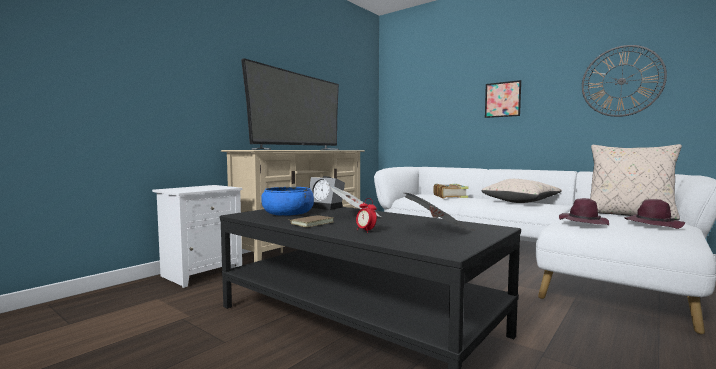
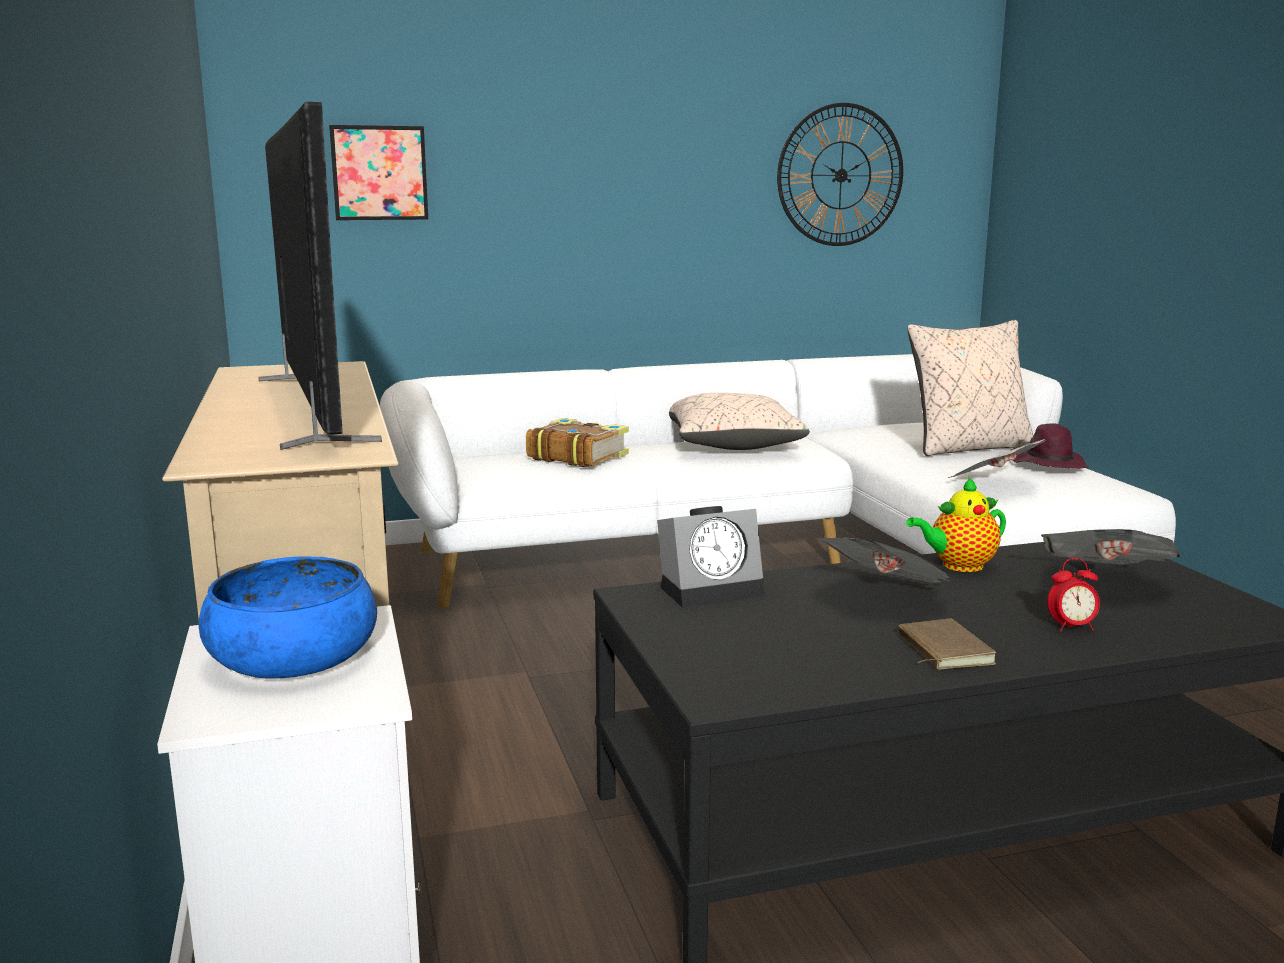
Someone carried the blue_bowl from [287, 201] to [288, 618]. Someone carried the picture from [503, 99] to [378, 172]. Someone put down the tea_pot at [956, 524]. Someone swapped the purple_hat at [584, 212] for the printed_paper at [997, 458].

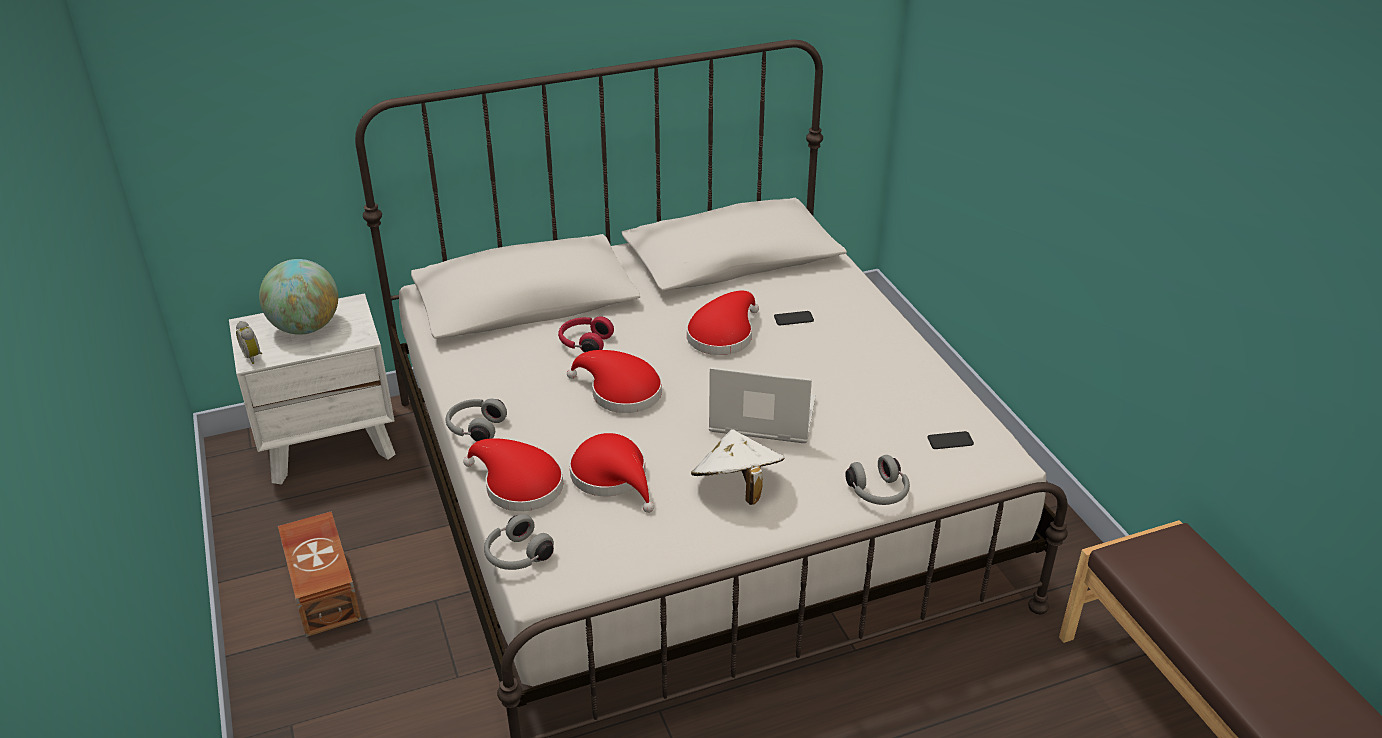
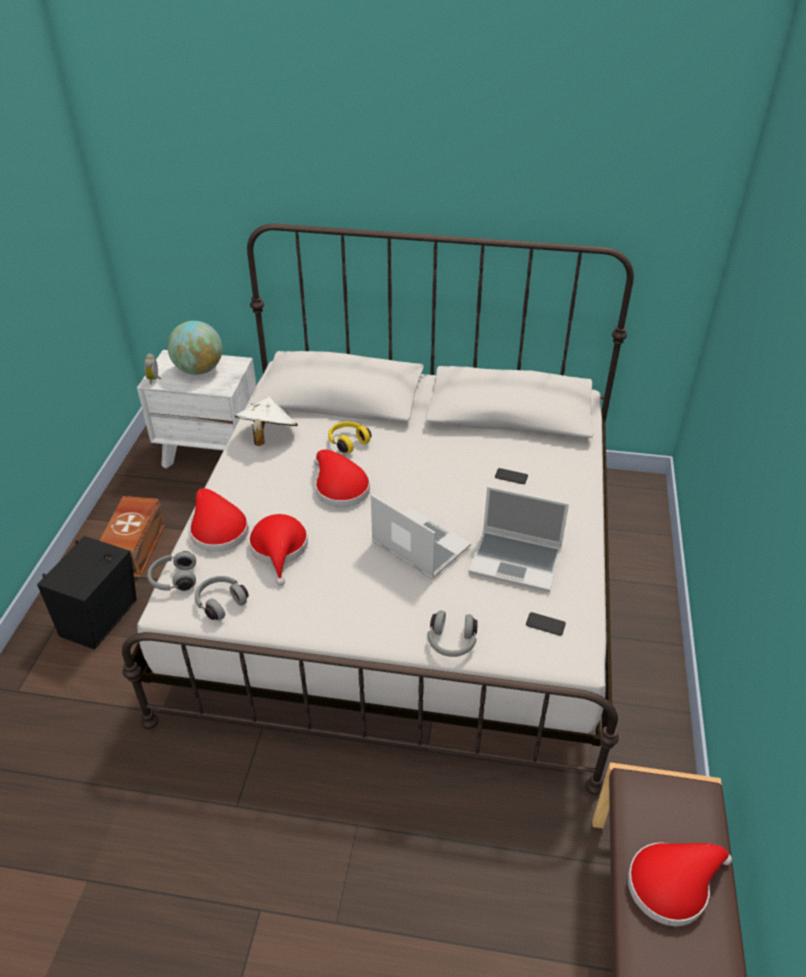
Someone put down the blackish_loudspeaker at [87, 593]. Someone carried the gray_headphones from [476, 420] to [222, 598]. Someone carried the white-coloured_hat from [737, 467] to [266, 421]. Someone repainted the reddish_headphones at [586, 334], which became the yellow_headphones at [349, 438]. Someone put down the laptop at [519, 539]. Someone carried the reddish_hat from [723, 322] to [680, 884].

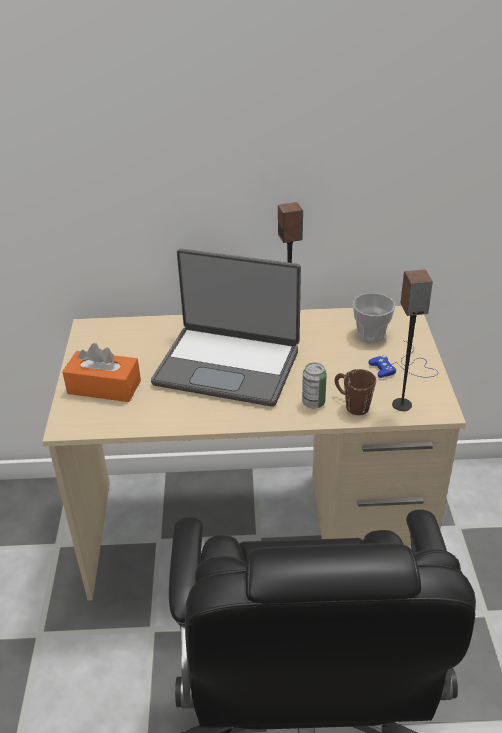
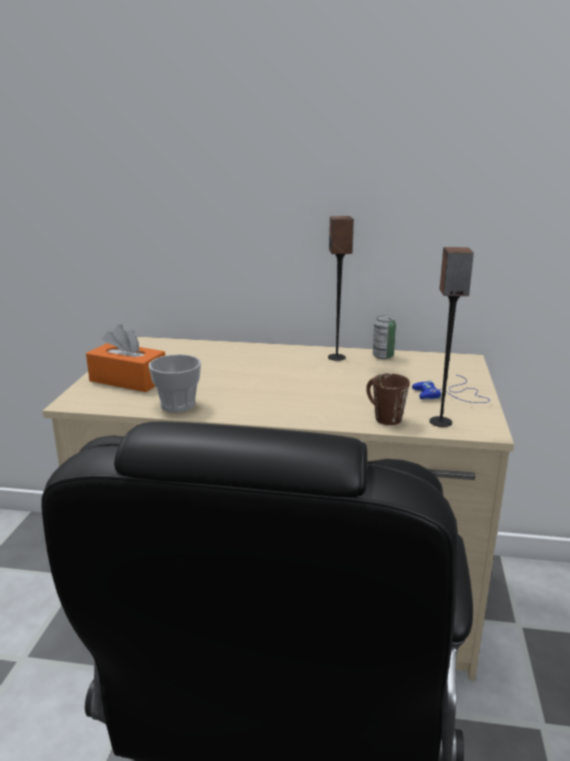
Someone carried the cup from [374, 318] to [175, 383]. Someone carried the metal_can from [314, 385] to [384, 337]. Someone took away the laptop at [226, 328].

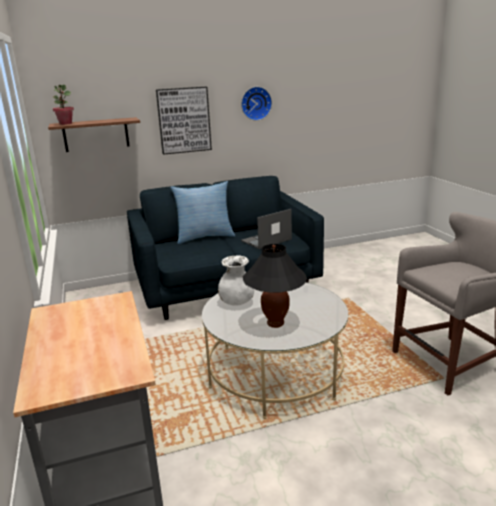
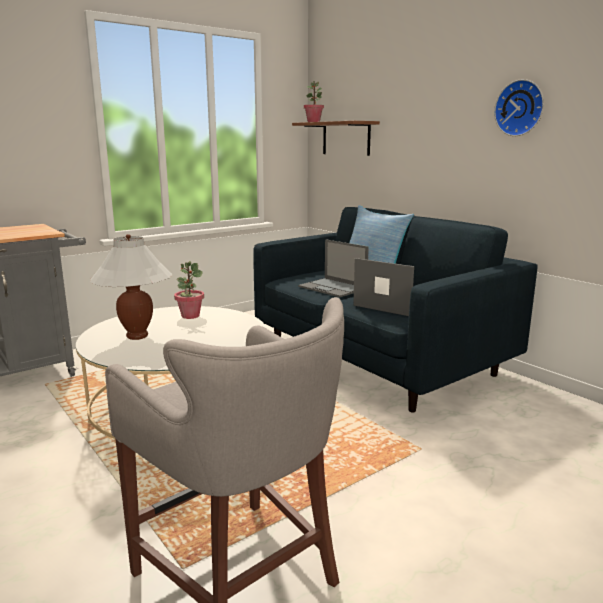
Someone repainted the blackish_tabletop_lamp at [275, 286], which became the white-coloured_tabletop_lamp at [131, 287]. Someone swapped the white-coloured_vase at [236, 280] for the potted_plant at [189, 290]. Someone put down the laptop at [333, 268]. Someone took away the picture at [184, 121].

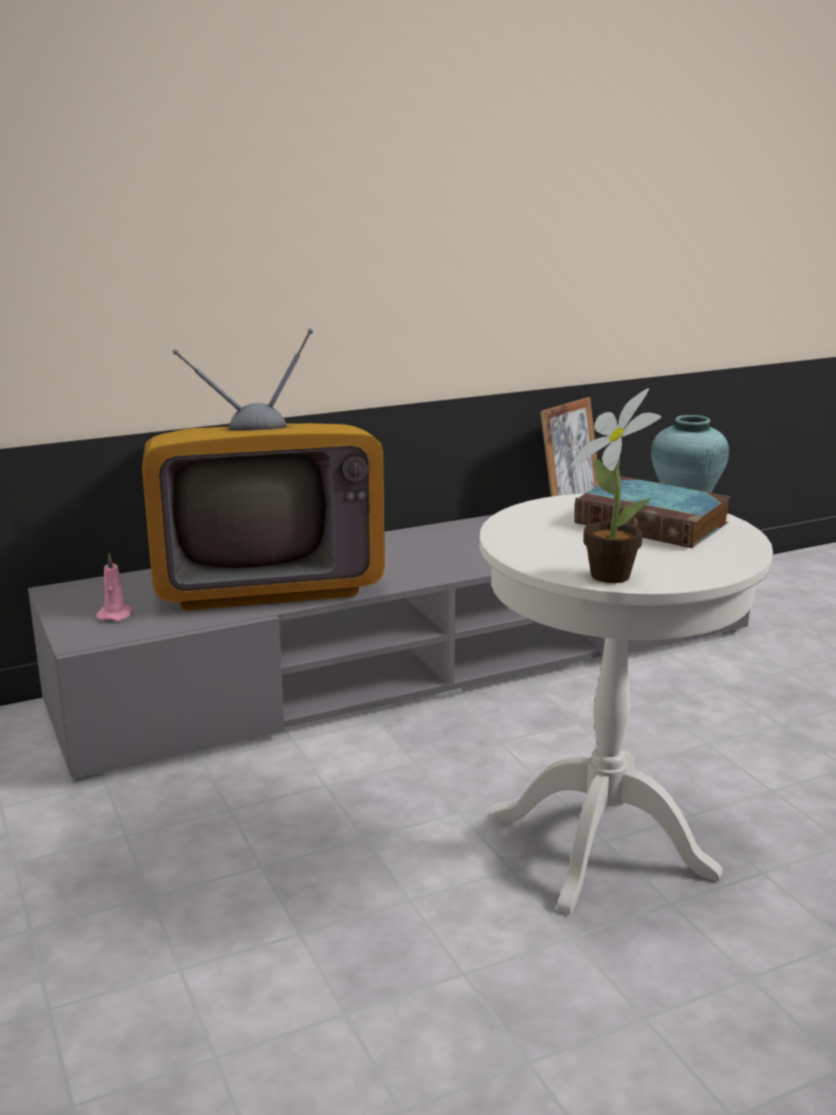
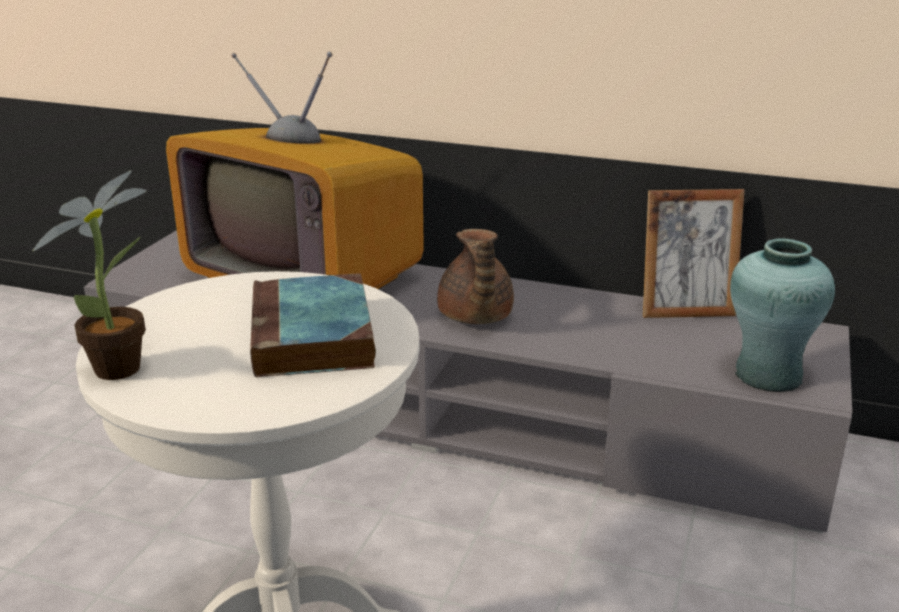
Someone put down the brown-coloured_tea_pot at [475, 276]. Someone took away the pink_wax_light at [114, 587].

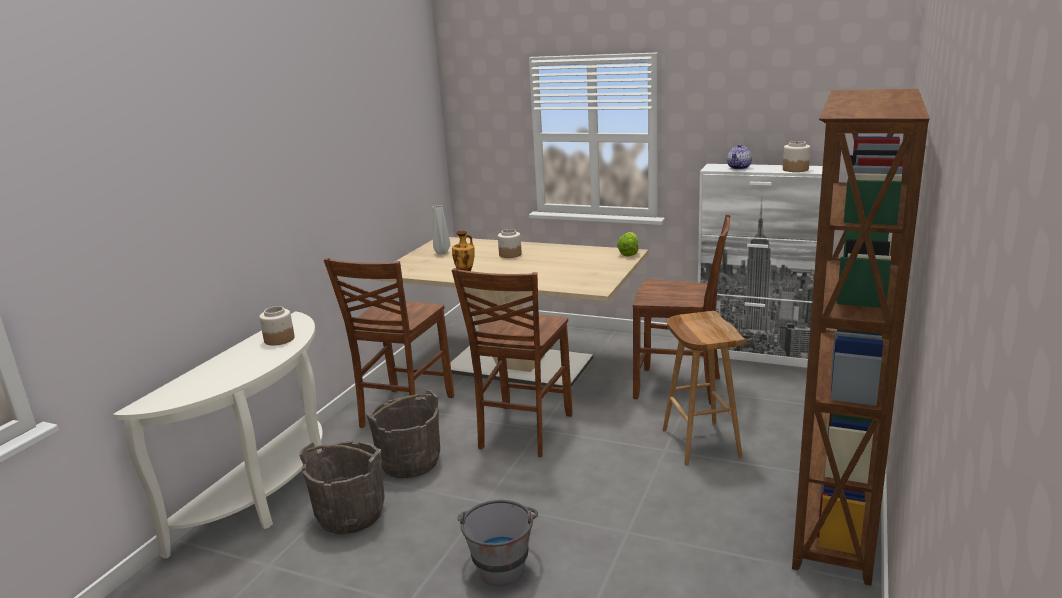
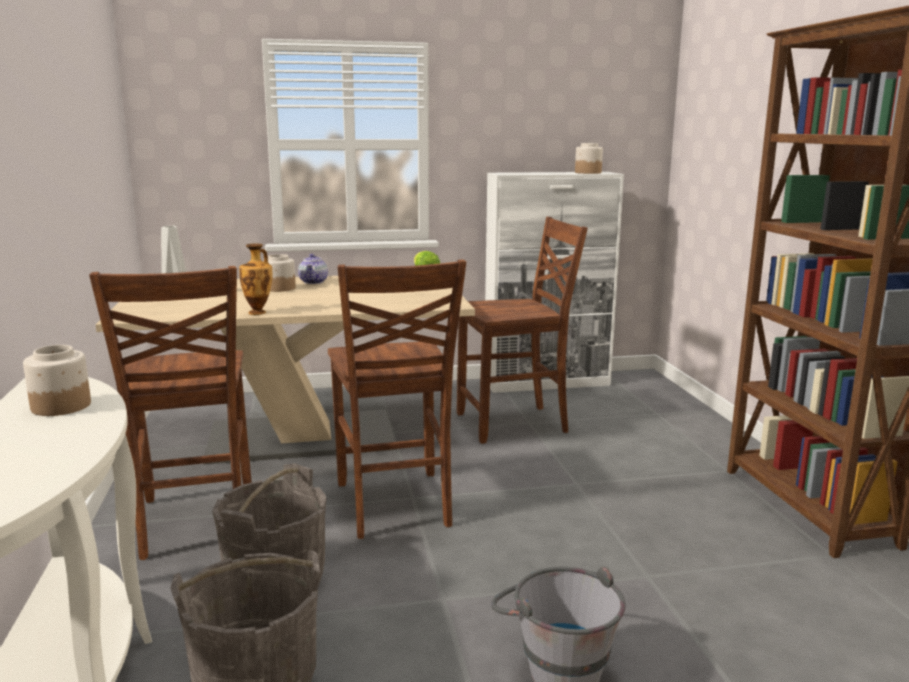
Someone carried the tea_pot from [739, 156] to [313, 269]. Someone took away the brown-coloured_sitting_stool at [705, 388].

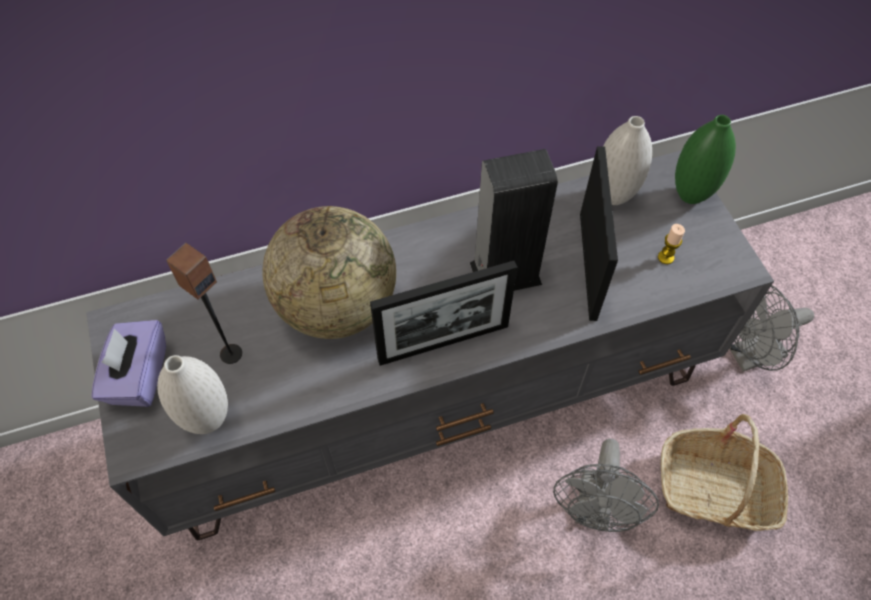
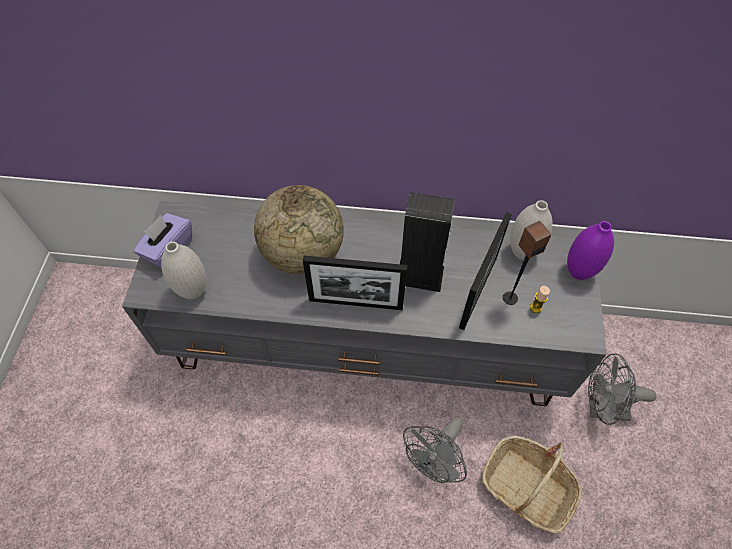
Someone carried the loudspeaker from [204, 303] to [527, 263]. Someone repainted the green_vase at [705, 159], which became the purple_vase at [590, 250].

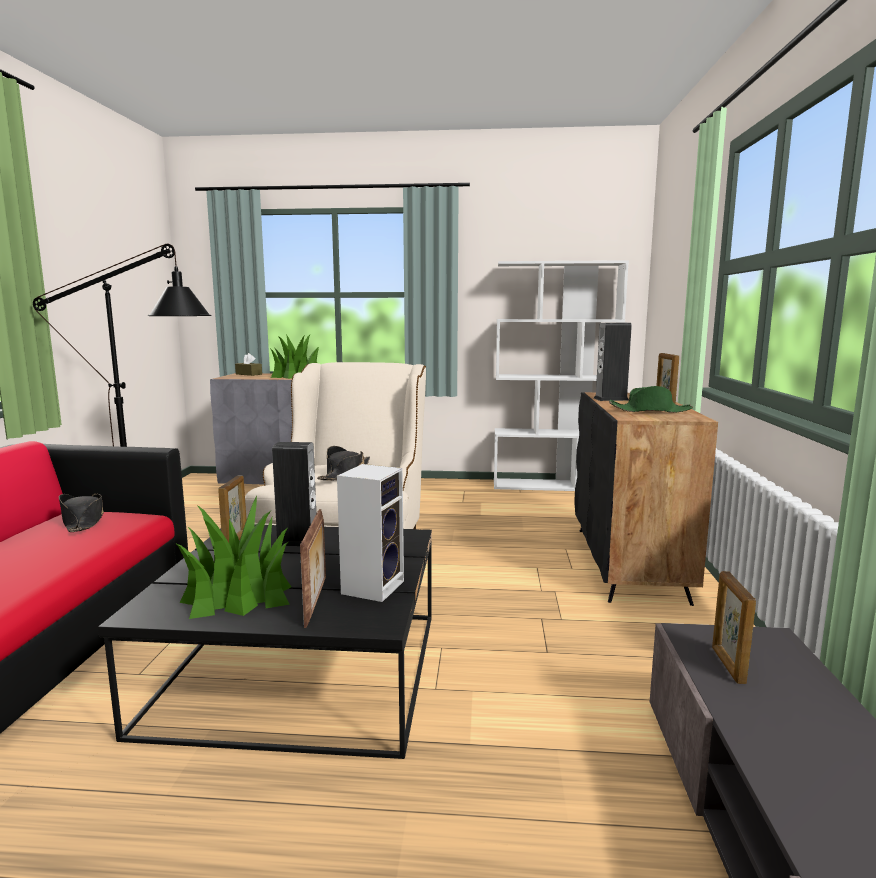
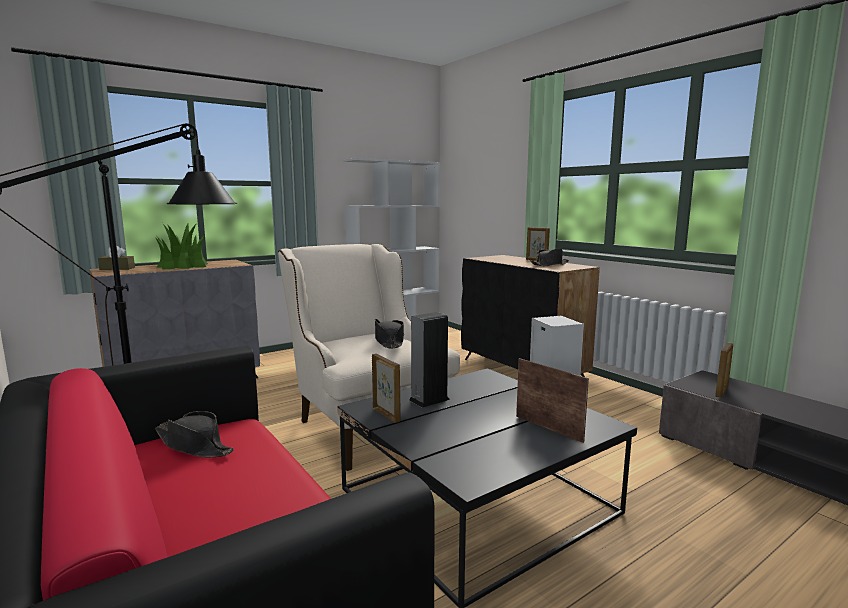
Someone repainted the green_hat at [651, 399], which became the blackish_hat at [549, 257]. Someone rotated the picture_frame at [734, 627] by 105 degrees counterclockwise. Someone took away the potted_plant at [233, 557]. Someone took away the loudspeaker at [613, 362].

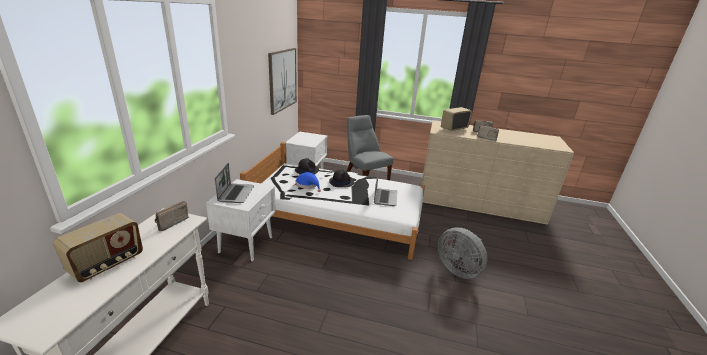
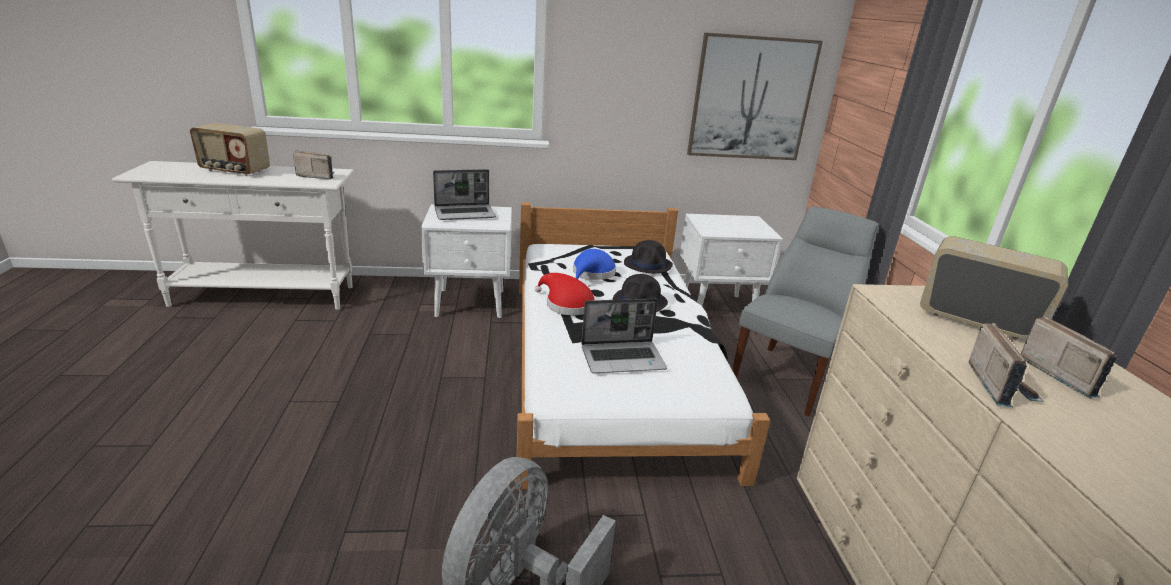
Someone put down the reddish_hat at [565, 294].

